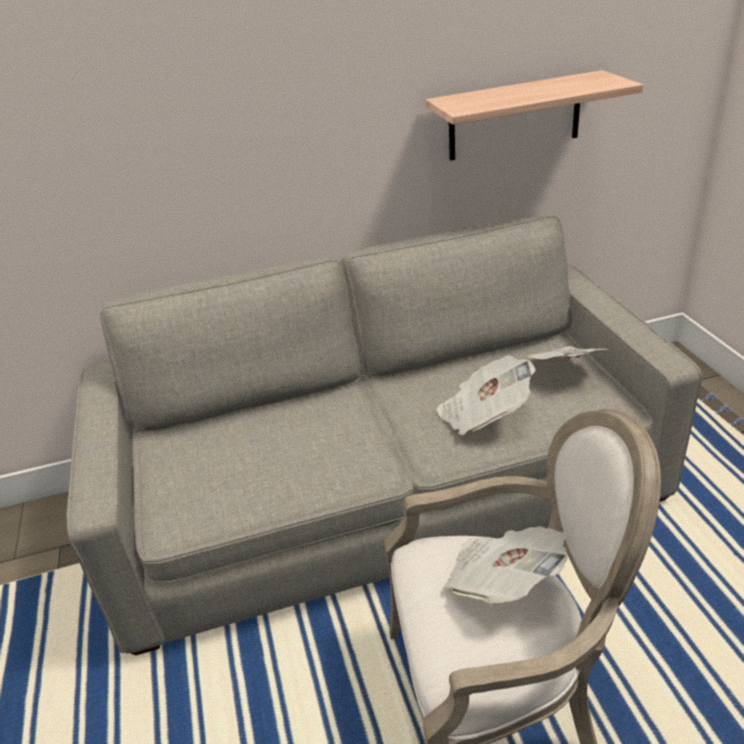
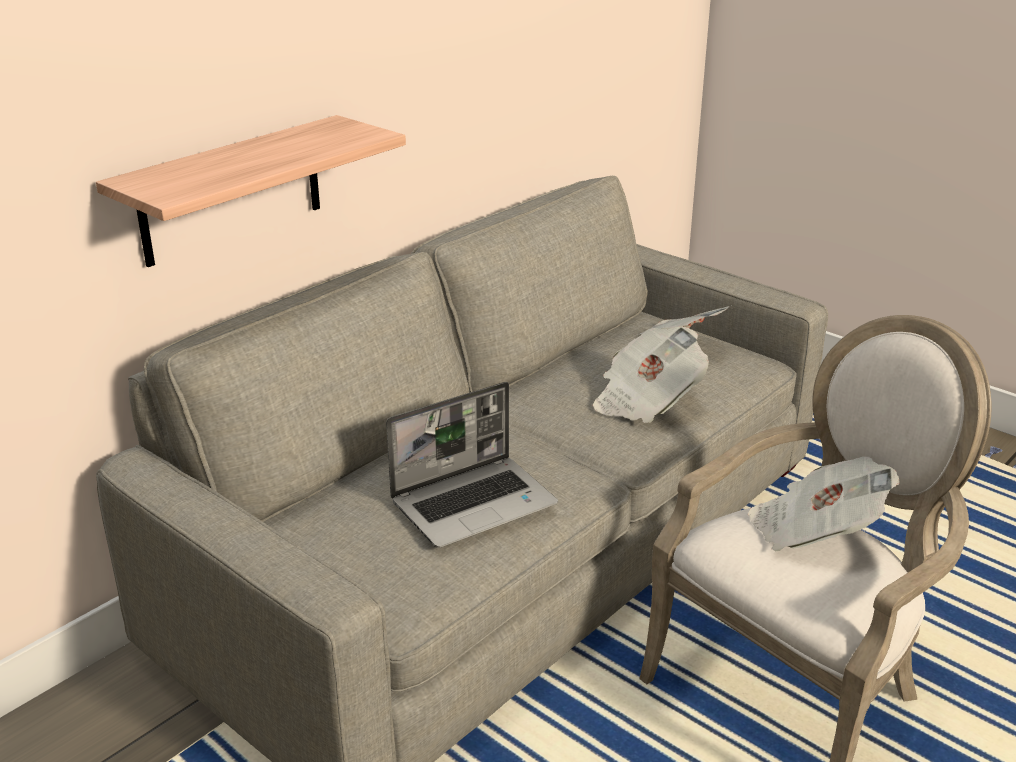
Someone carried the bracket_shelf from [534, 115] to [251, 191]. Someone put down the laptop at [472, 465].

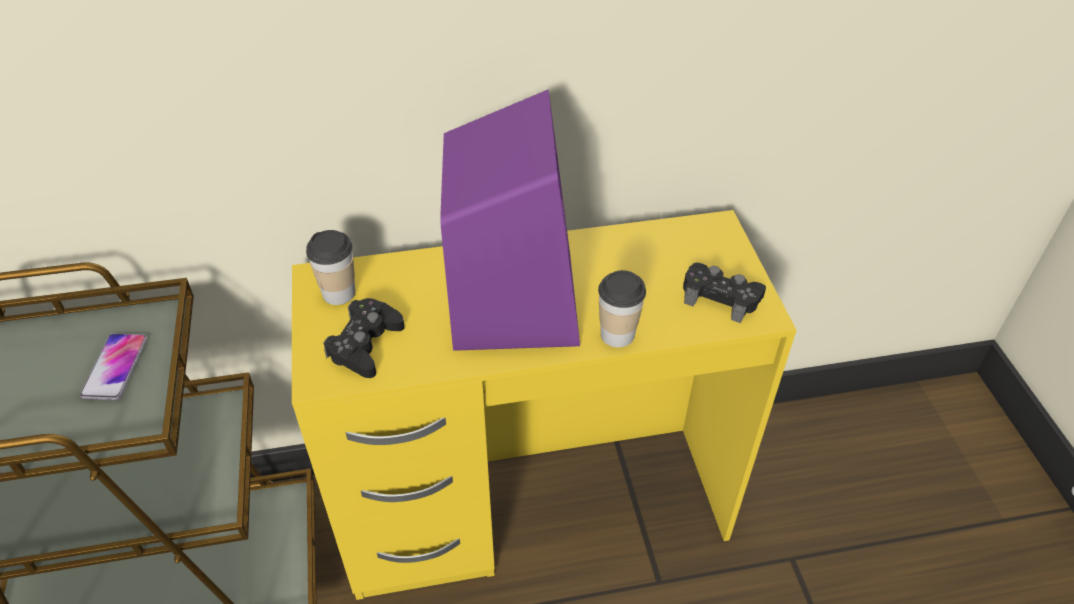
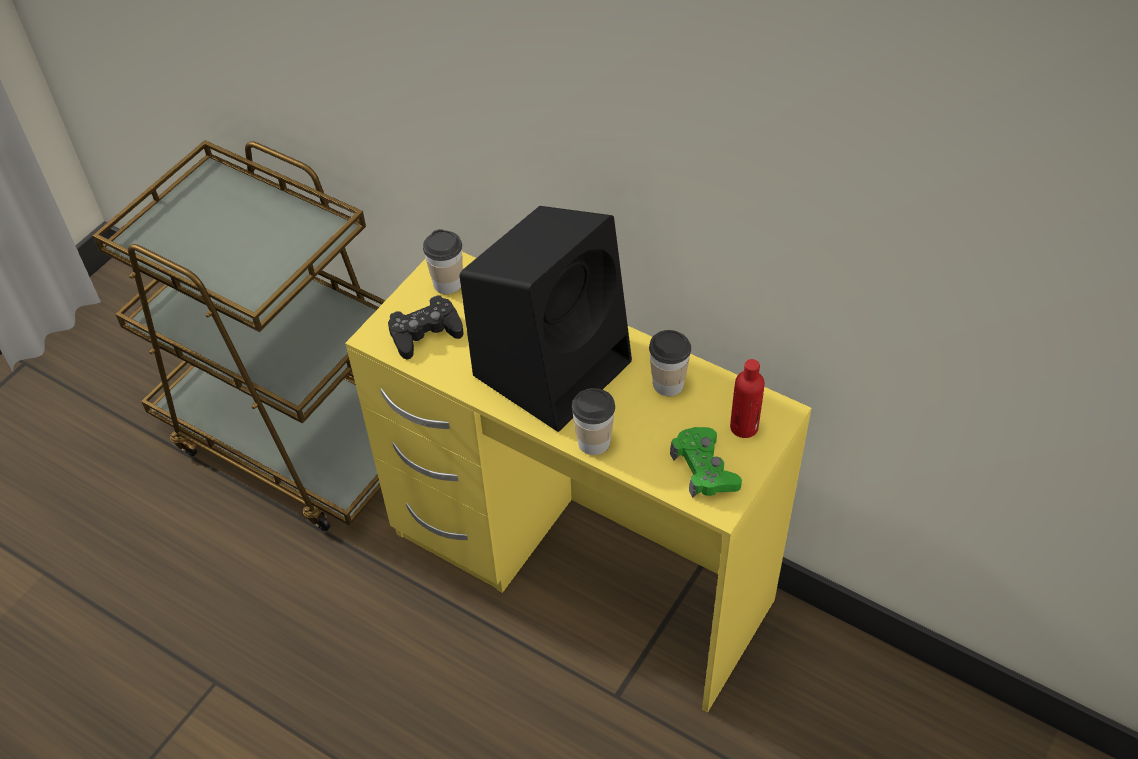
Someone repainted the purple_loudspeaker at [510, 220], which became the blackish_loudspeaker at [546, 319]. Someone put down the cup at [670, 363]. Someone repainted the blackish_joypad at [724, 292], which became the green_joypad at [706, 462]. Someone put down the reddish_drink_bottle at [747, 398]. Someone took away the handset at [113, 367].

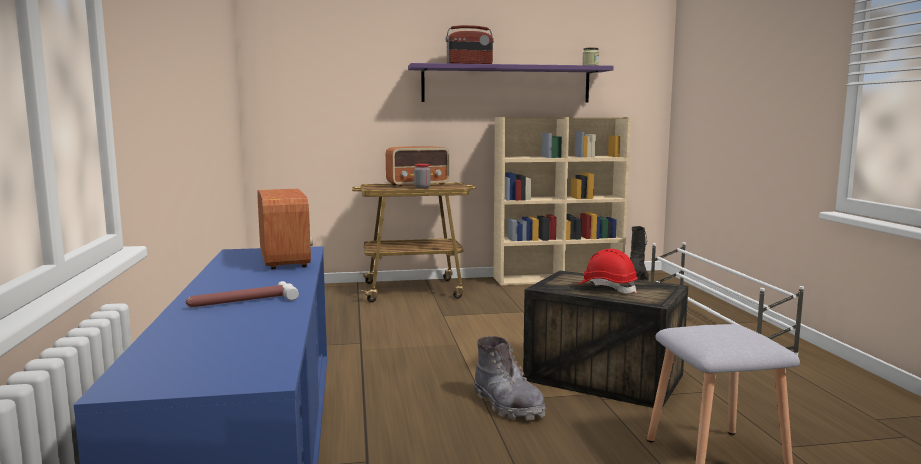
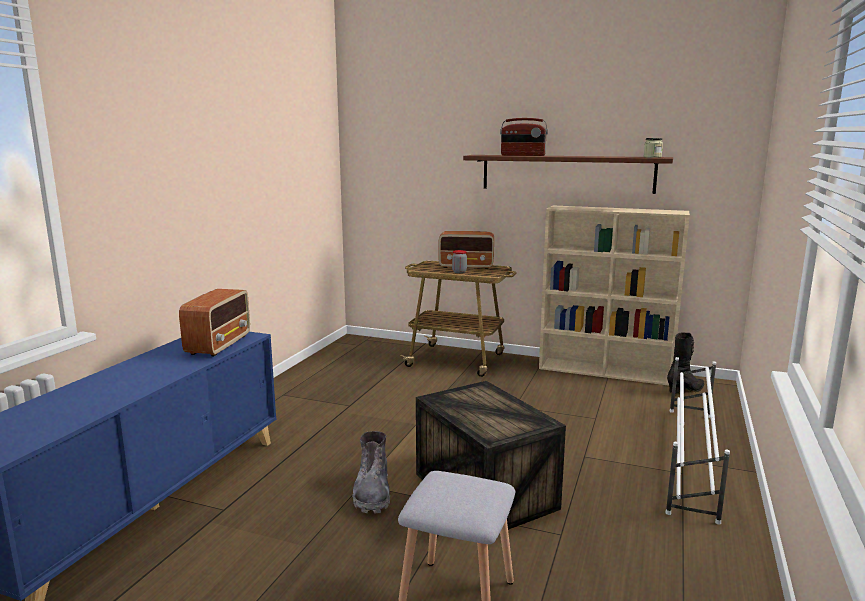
Someone repainted the purple_bracket_shelf at [511, 83], which became the brown-coloured_bracket_shelf at [568, 174]. Someone took away the tool_hammer at [242, 294]. Someone took away the reddish_work_helmet at [608, 271].

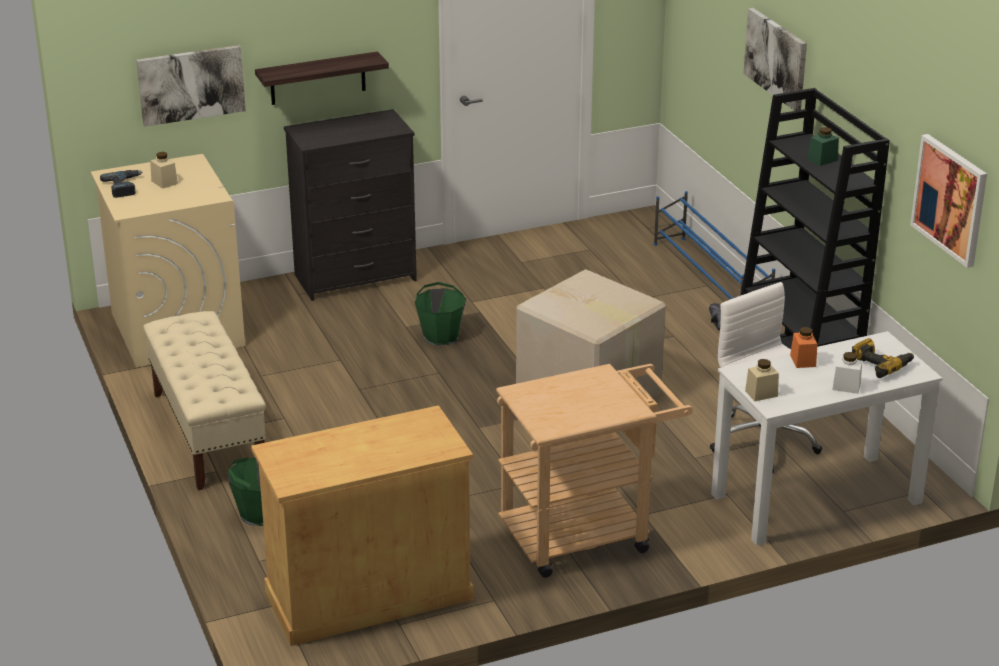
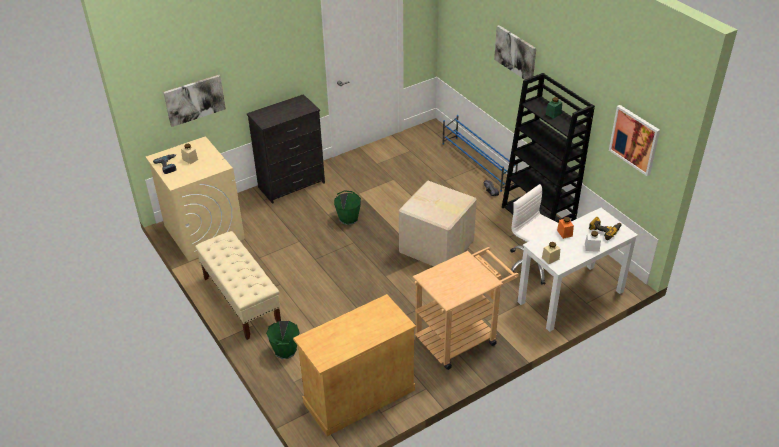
Someone took away the bracket_shelf at [322, 78].

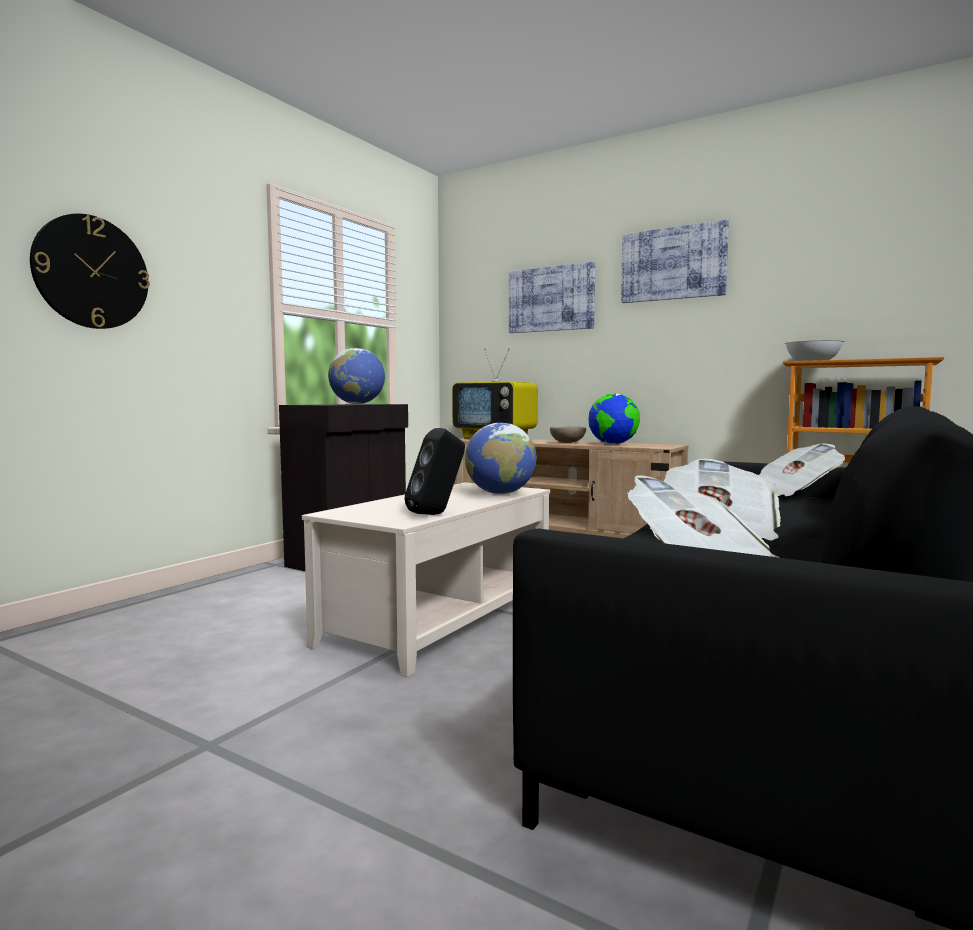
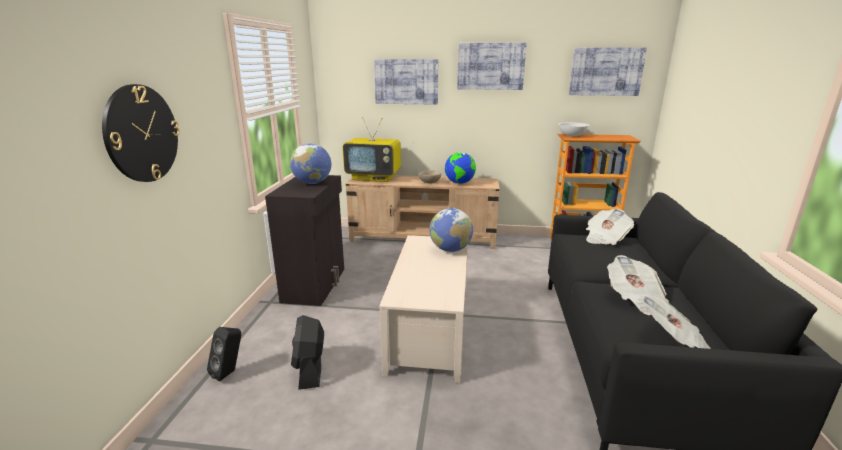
Someone carried the blackish_loudspeaker from [434, 471] to [224, 354]. Someone put down the blackish_fan at [307, 352]. Someone put up the picture at [608, 71].

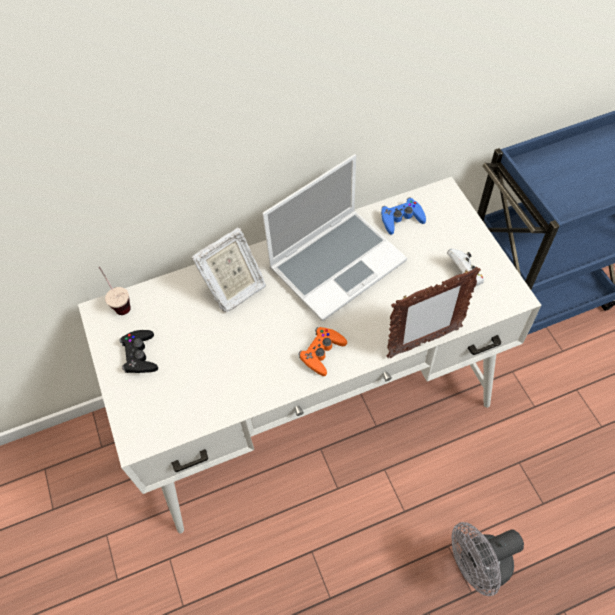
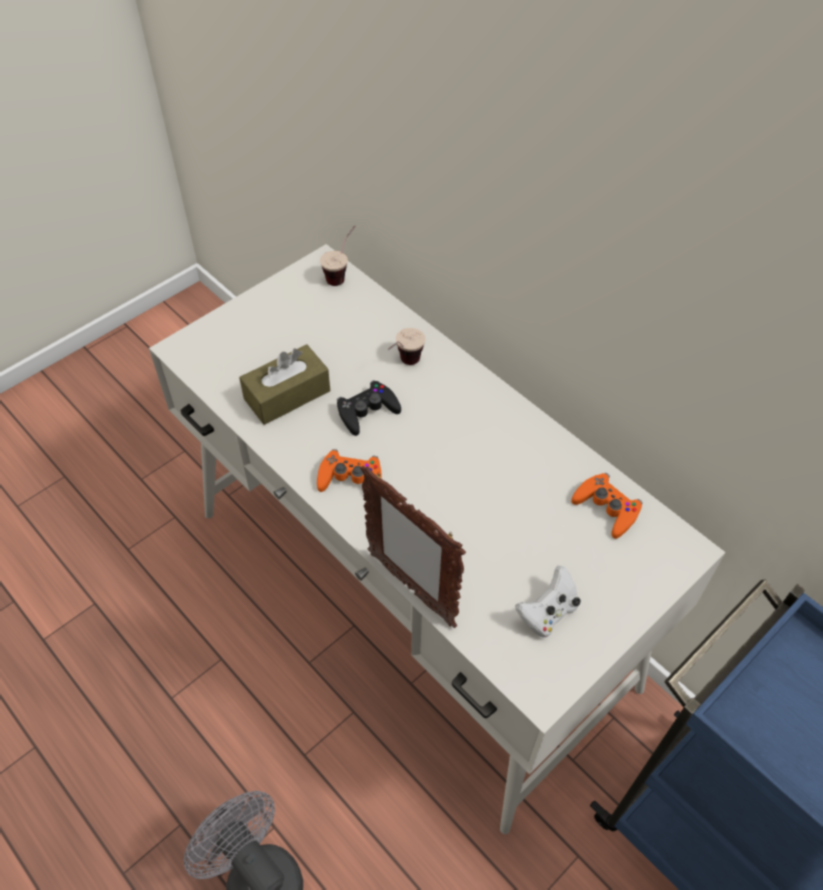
Someone put down the brown-coloured_tissue_box at [284, 384]. Someone carried the blackish_joypad from [139, 351] to [369, 408]. Someone swapped the picture_frame at [228, 269] for the cup at [406, 346]. Someone repainted the blue_joypad at [403, 216], which became the orange-coloured_joypad at [606, 506]. Someone took away the laptop at [334, 238].

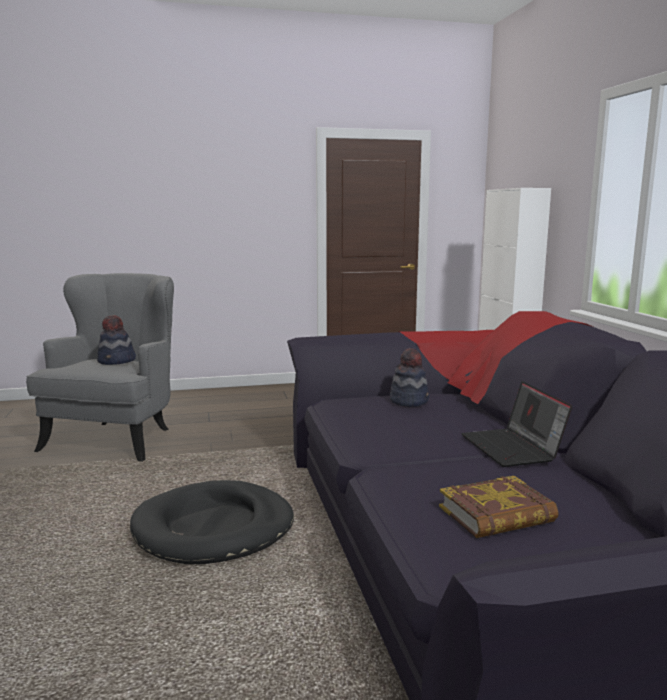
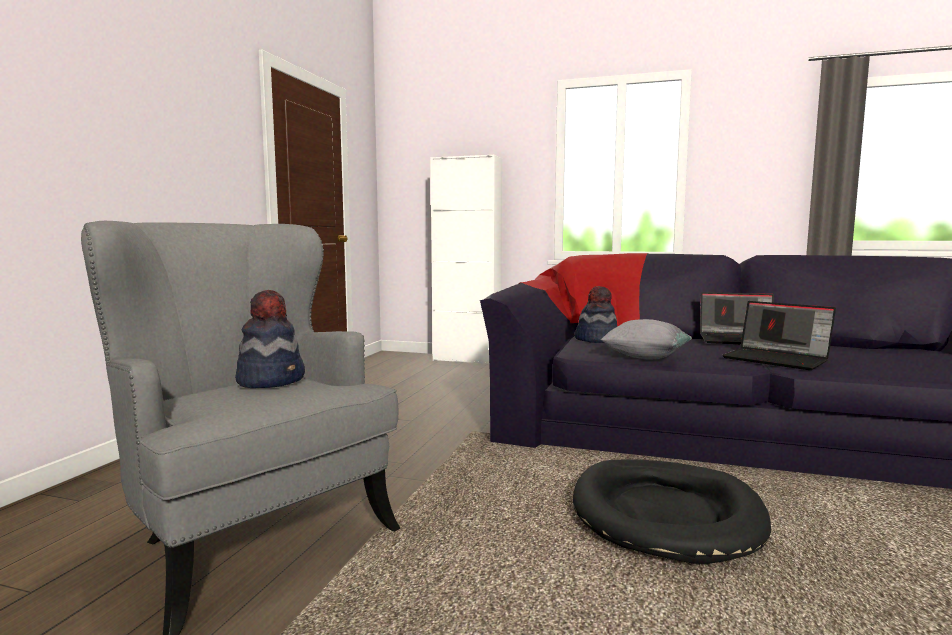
Someone put down the gray_pillow at [646, 339]. Someone put down the laptop at [779, 335]. Someone took away the volume at [499, 507].

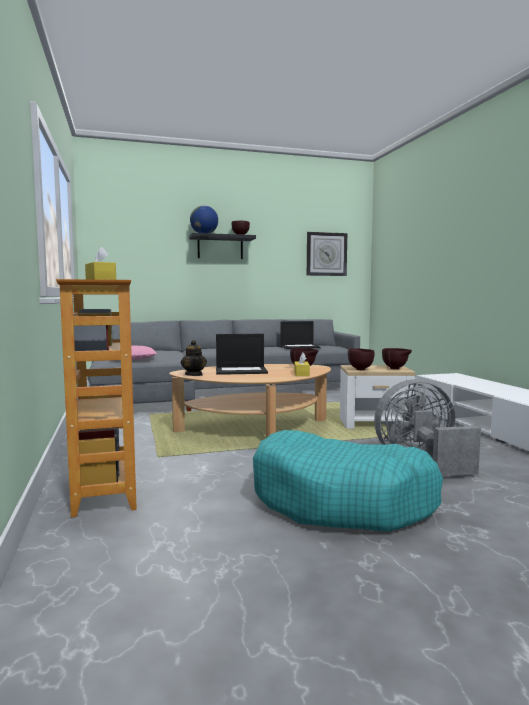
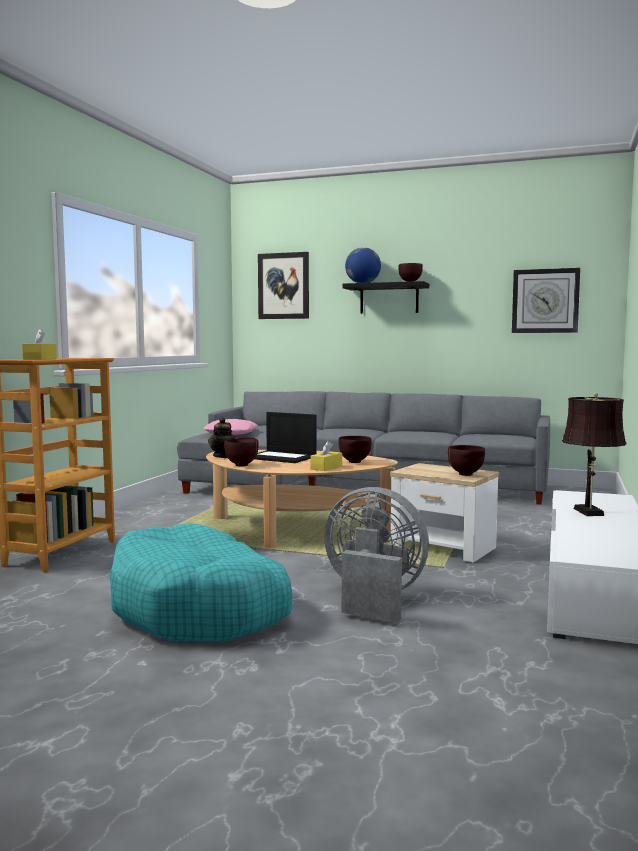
Someone carried the brown-coloured_bowl from [361, 359] to [241, 452]. Someone put up the picture at [283, 285]. Someone put down the brown-coloured_tabletop_lamp at [594, 454]. Someone took away the laptop at [300, 335].

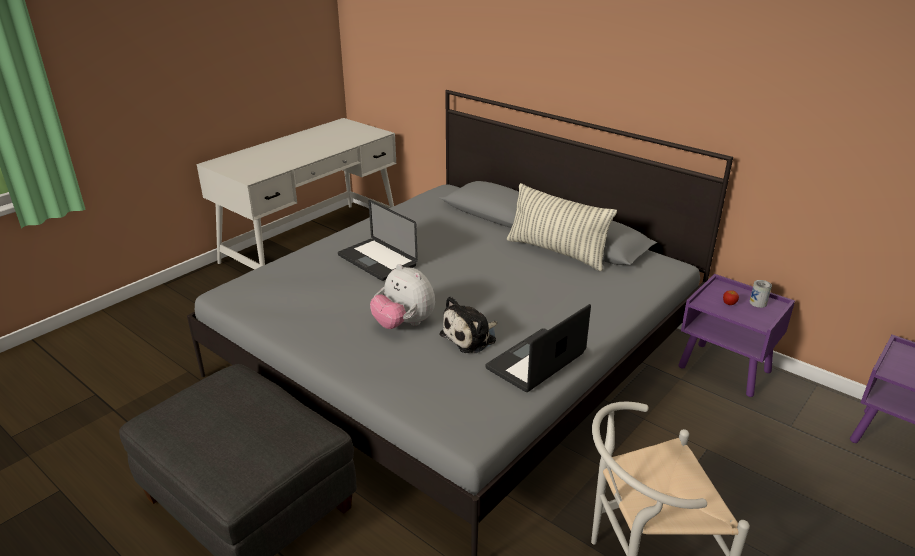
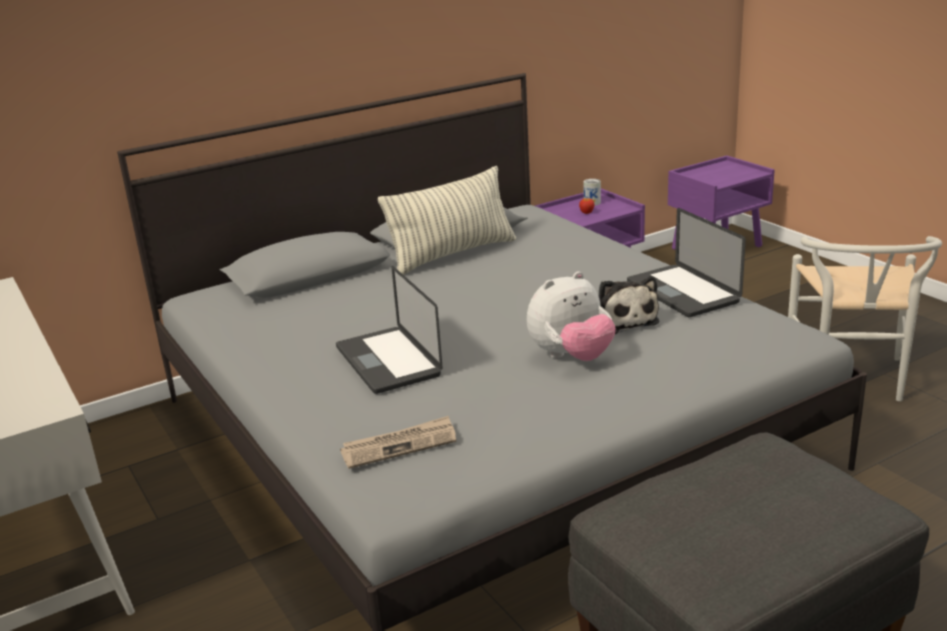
Someone rotated the laptop at [378, 240] by 90 degrees clockwise. Someone put down the printed_paper at [398, 442].

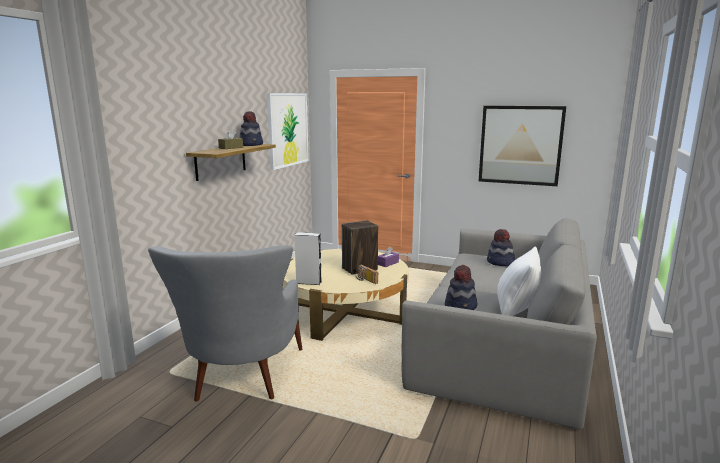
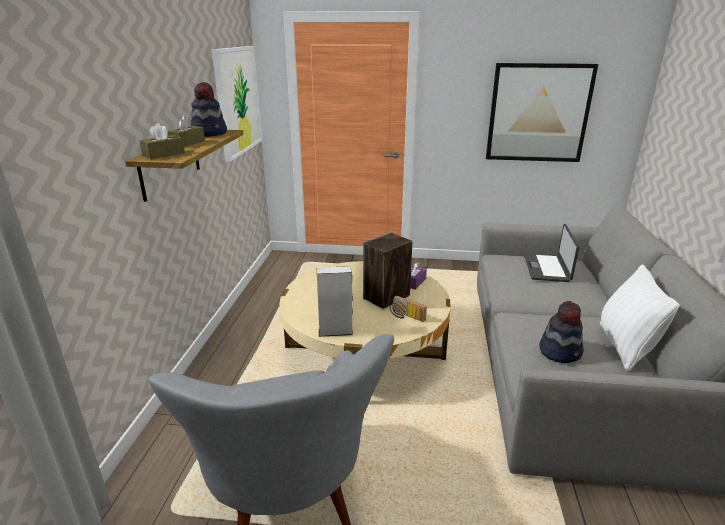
Someone put down the brown-coloured_tissue_box at [162, 141]. Someone swapped the hat at [501, 247] for the laptop at [551, 253].

